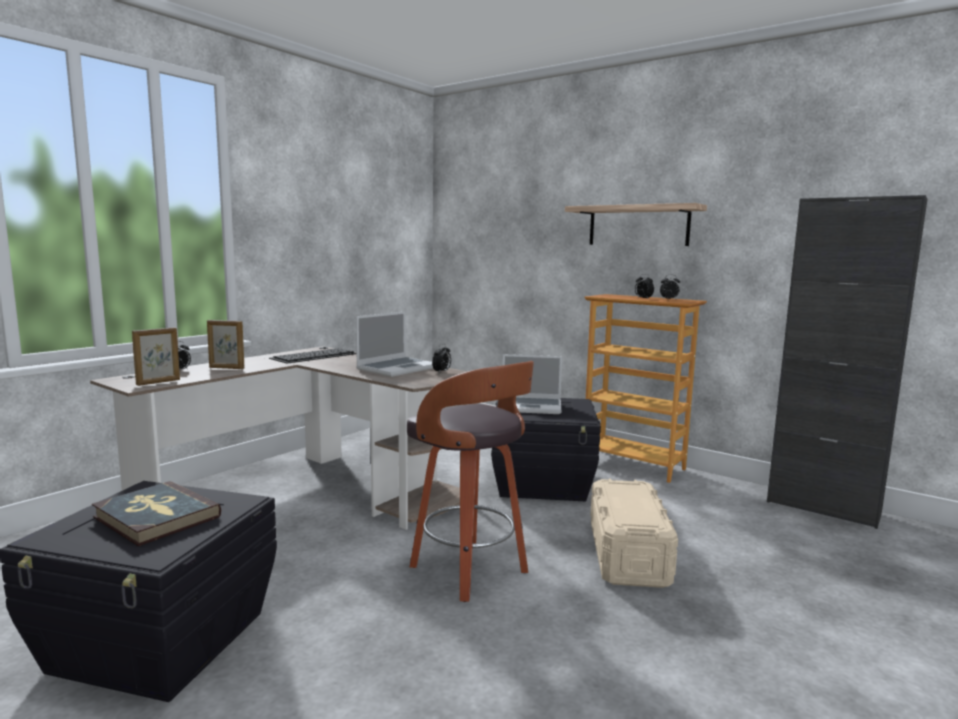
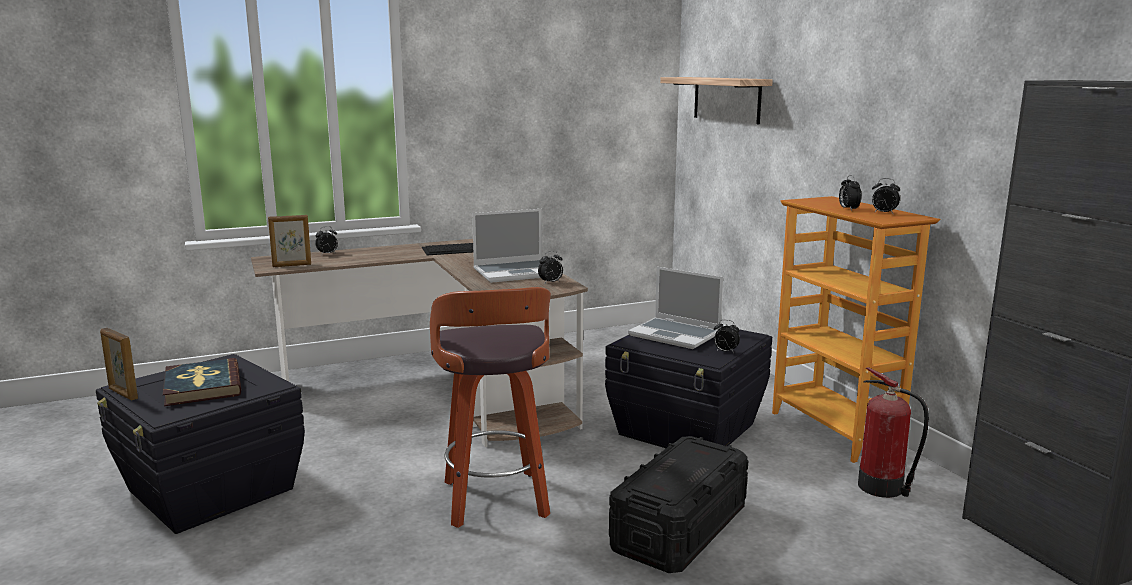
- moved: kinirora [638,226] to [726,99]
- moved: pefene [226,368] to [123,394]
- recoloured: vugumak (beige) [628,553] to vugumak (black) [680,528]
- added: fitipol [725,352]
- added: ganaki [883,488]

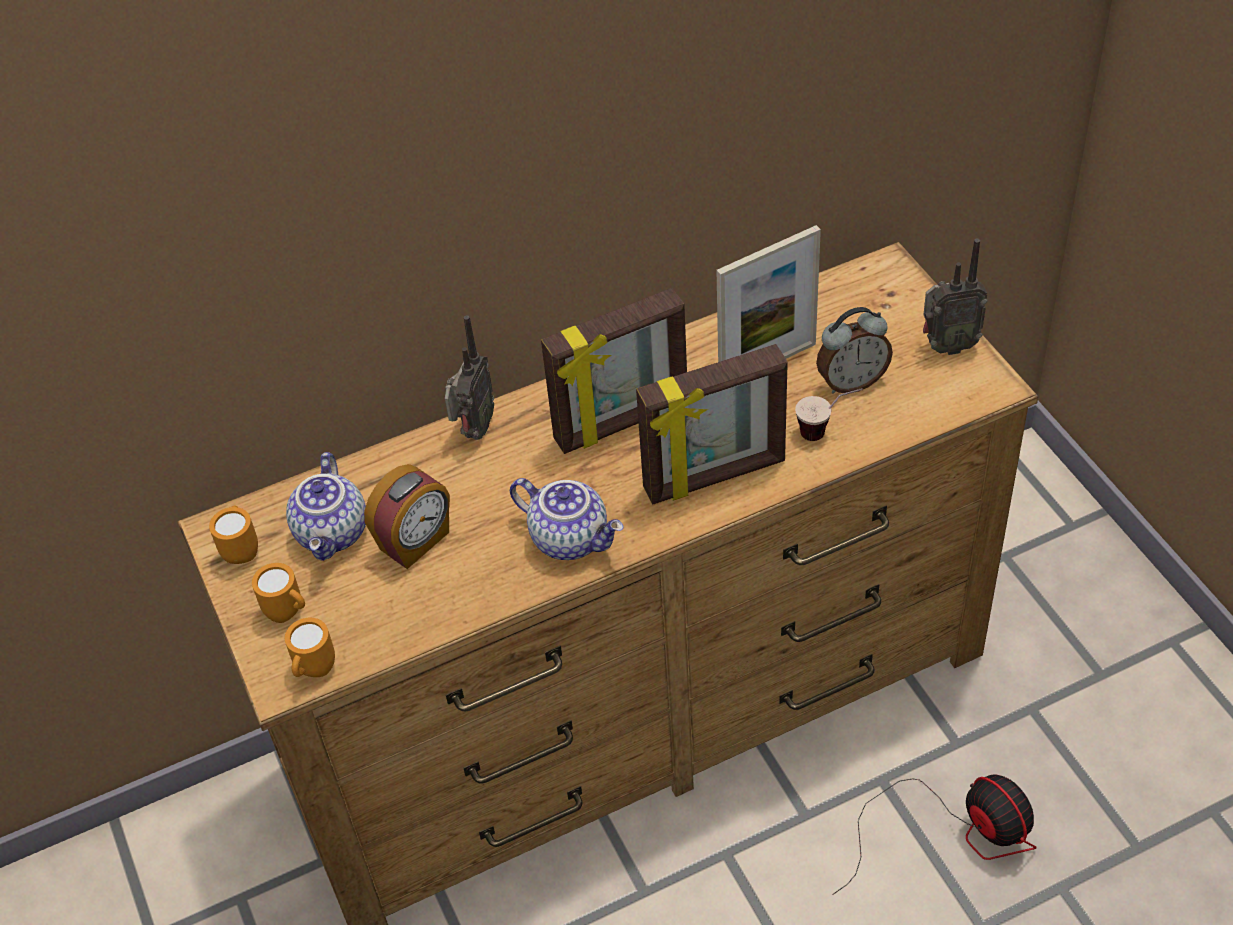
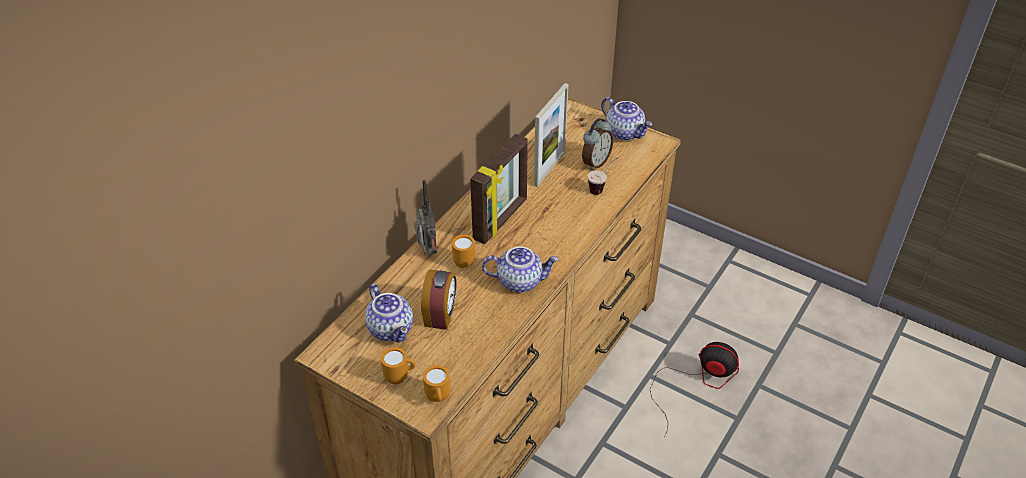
- replaced: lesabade [947,346] to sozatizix [625,132]
- removed: pefene [715,477]
- moved: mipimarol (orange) [242,550] to [462,261]

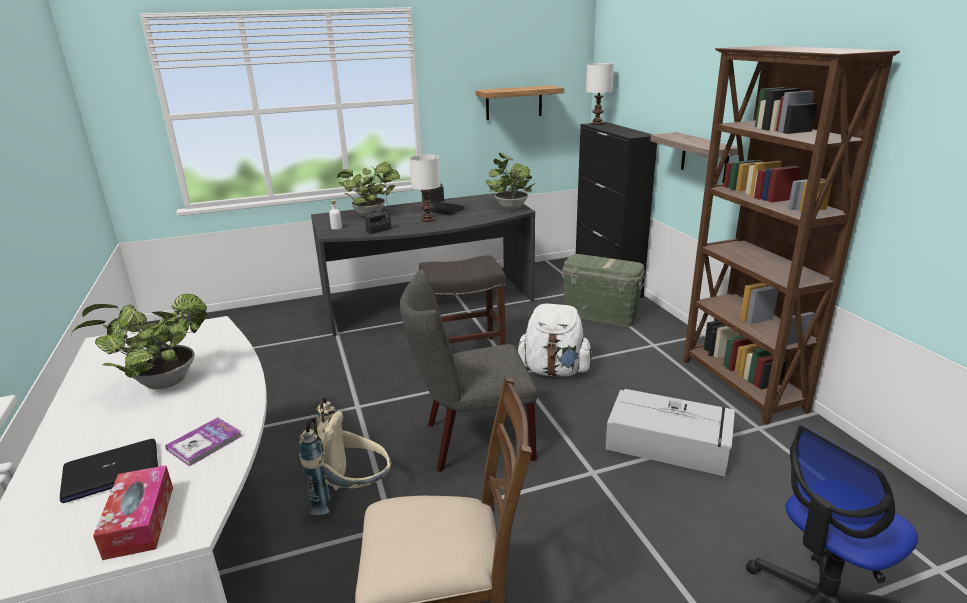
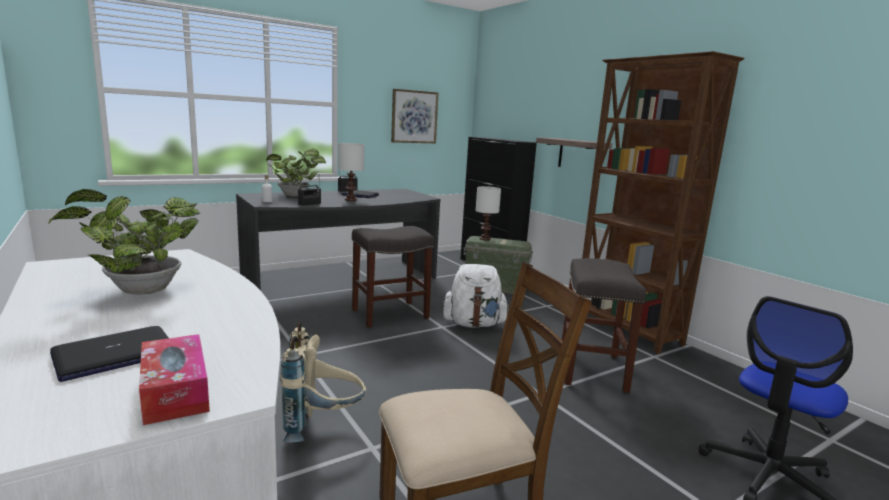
- moved: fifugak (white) [597,123] to [485,239]
- replaced: kinirora [514,102] to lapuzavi [414,117]
- removed: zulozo [510,207]
- removed: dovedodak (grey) [471,441]
- replaced: vugumak (grey) [670,443] to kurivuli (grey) [593,370]
- removed: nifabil [205,443]

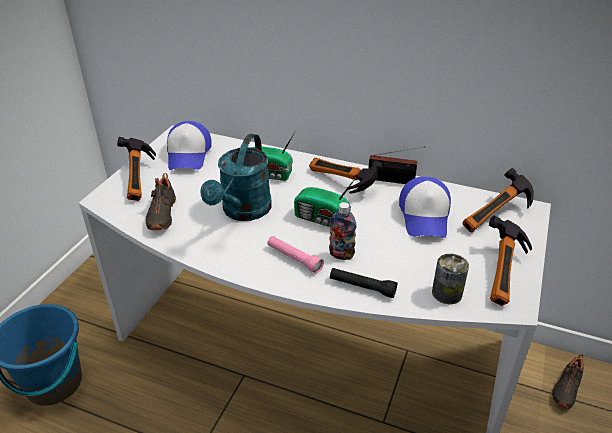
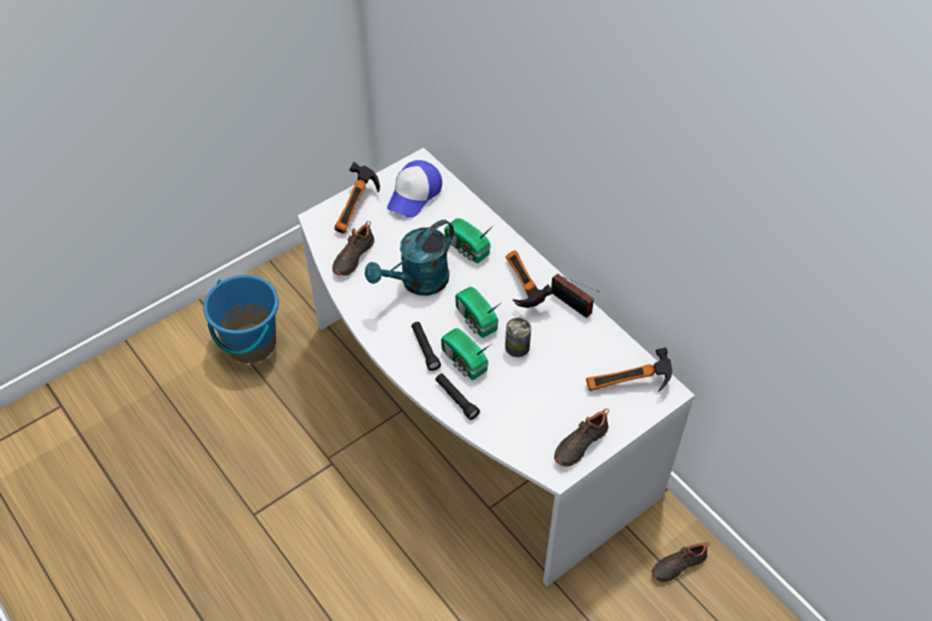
- removed: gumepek [425,216]
- replaced: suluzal [341,255] to lesabade [464,362]
- replaced: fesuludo [506,275] to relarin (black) [579,443]
- recoloured: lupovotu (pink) [294,259] to lupovotu (black) [425,349]
- moved: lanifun [447,293] to [517,347]

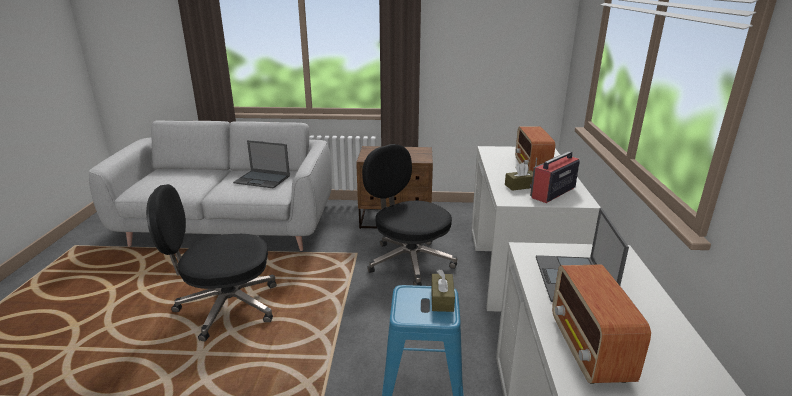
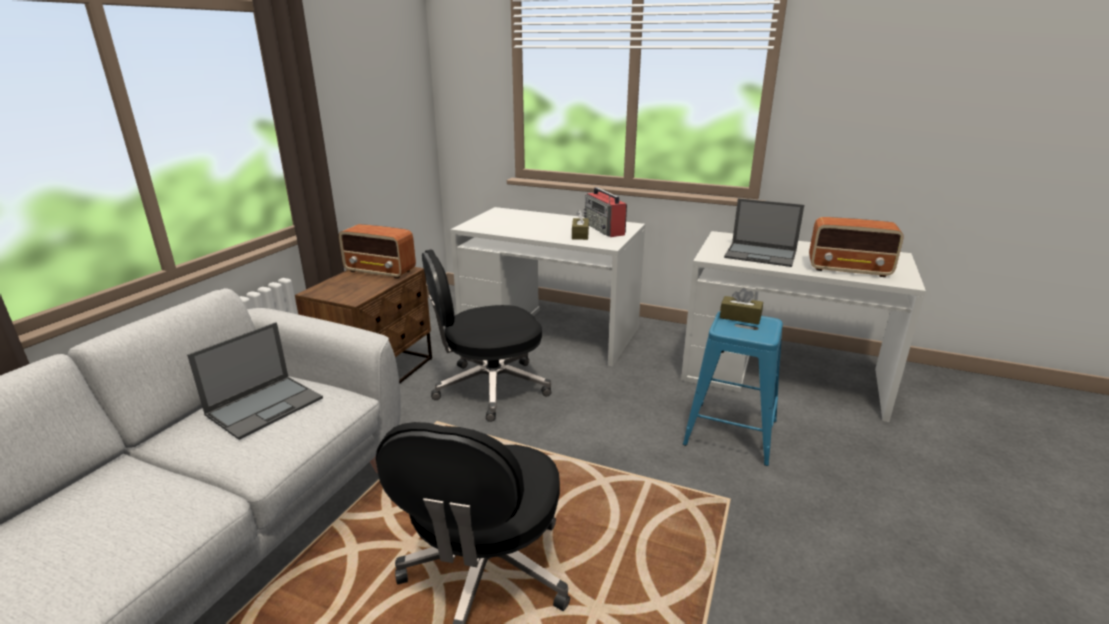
- moved: lesabade [531,167] to [381,271]

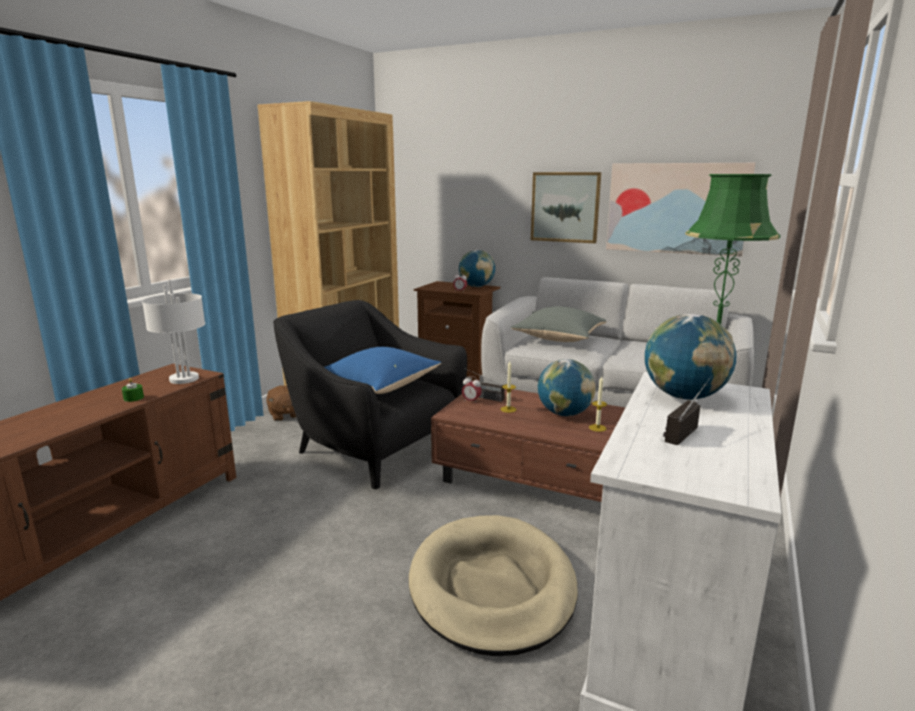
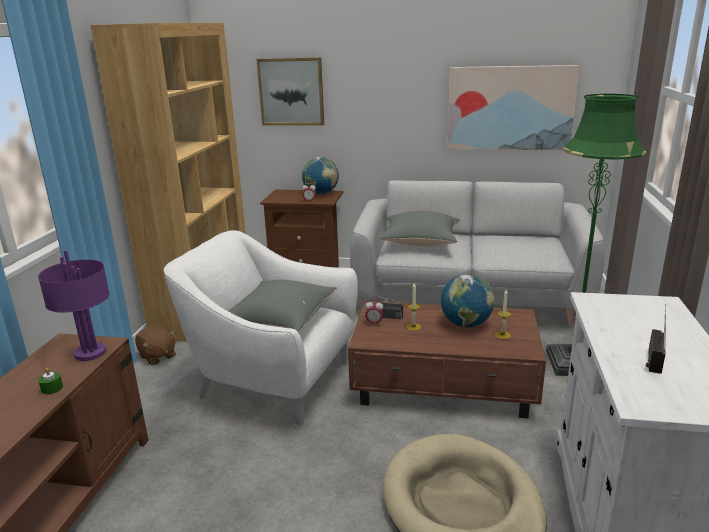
- moved: lapuzavi [565,207] to [291,92]
- recoloured: fifugak (white) [185,379] to fifugak (purple) [91,353]
- recoloured: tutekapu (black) [373,449] to tutekapu (white) [273,380]
- removed: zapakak [684,397]
- recoloured: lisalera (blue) [379,387] to lisalera (grey) [281,322]

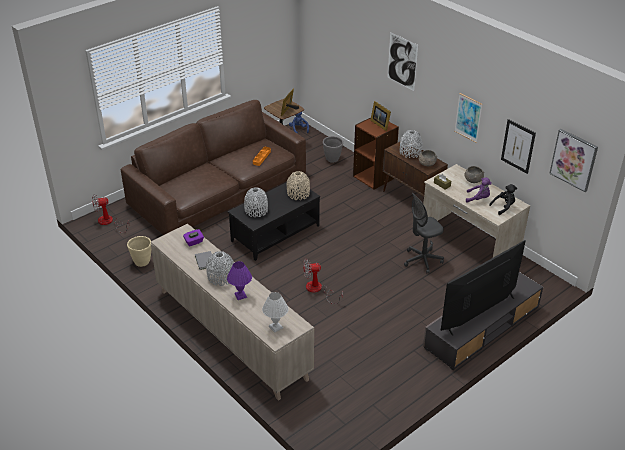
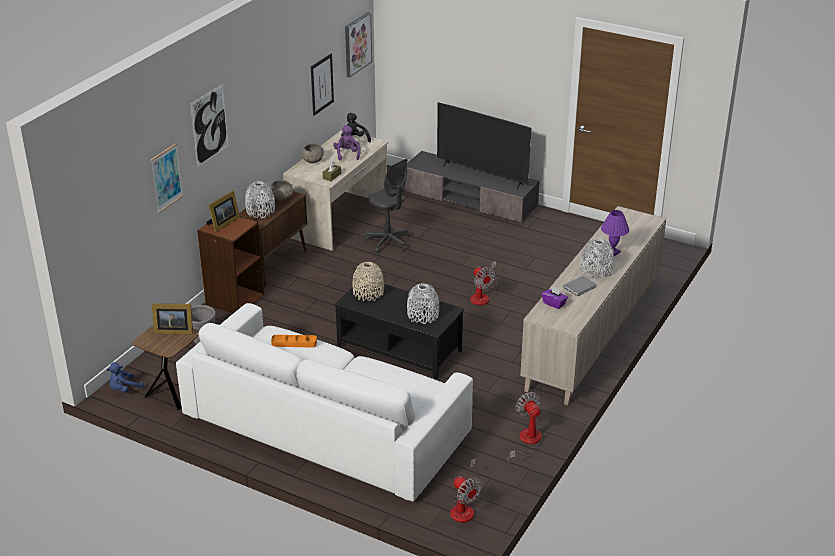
- moved: lapuzavi [468,117] to [166,178]
- recoloured: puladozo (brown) [219,190] to puladozo (white) [327,423]
- replaced: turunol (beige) [142,262] to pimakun [527,442]
- removed: fifugak (white) [276,327]

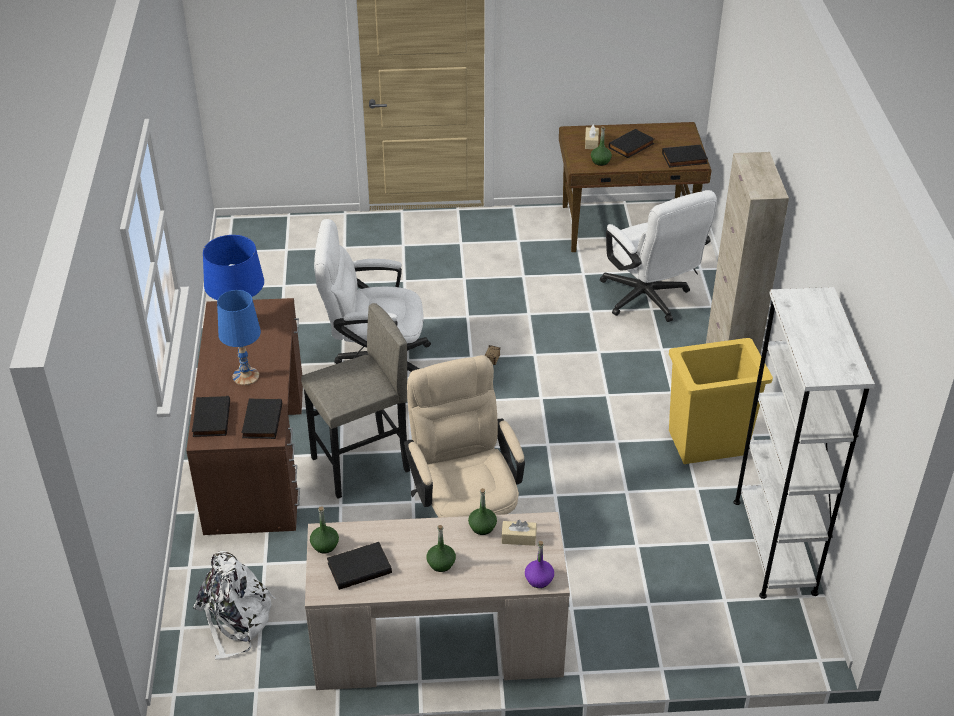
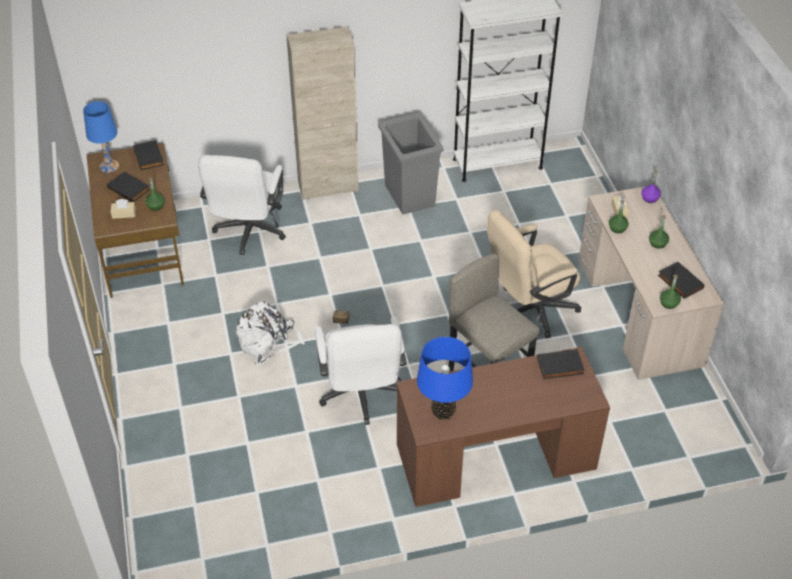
- turned: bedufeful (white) [649,300] = [249,233] 135 degrees clockwise
- moved: fifugak (blue) [246,376] to [109,166]
- recoloured: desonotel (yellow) [708,443] to desonotel (grey) [410,195]
- removed: nifabil (black) [210,419]
- moved: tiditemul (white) [235,619] to [268,343]

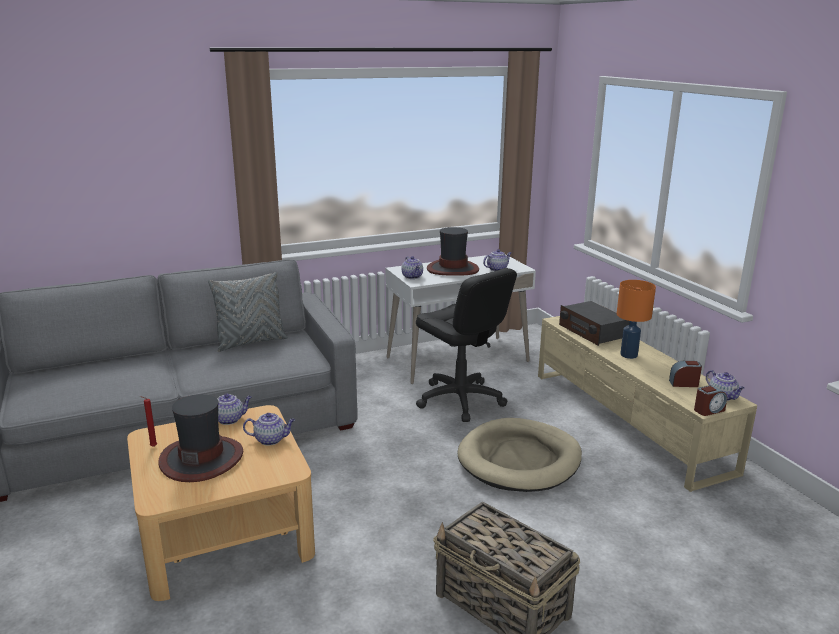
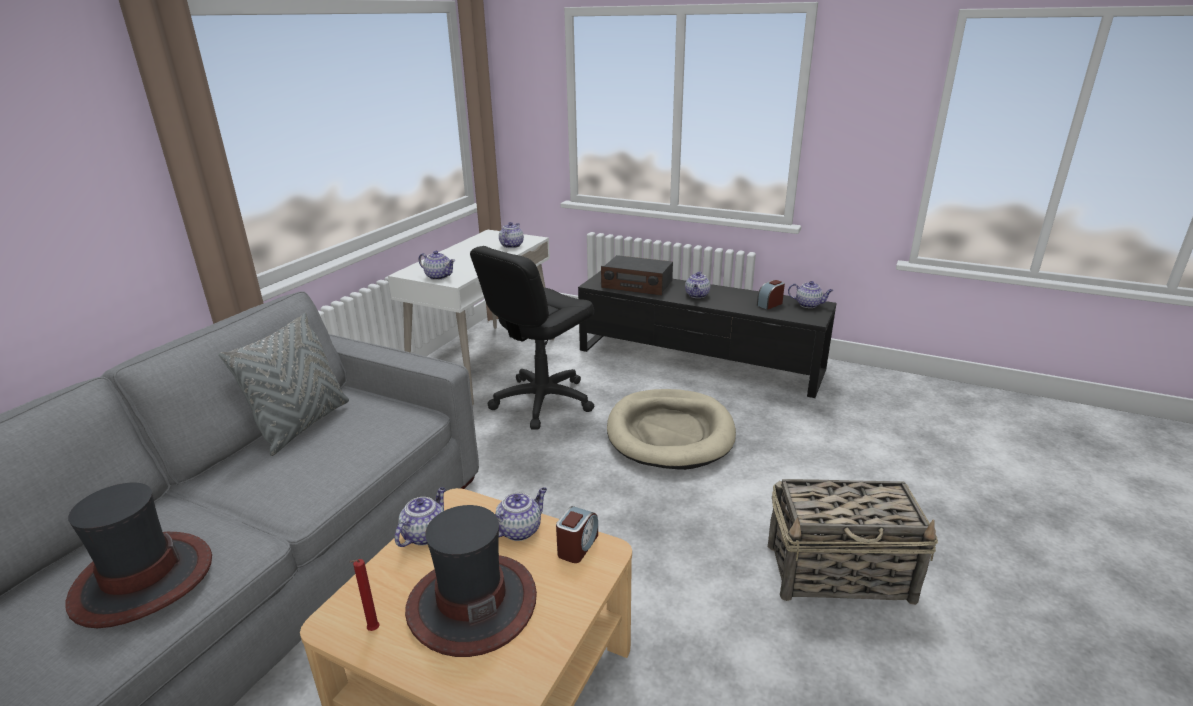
- moved: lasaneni [452,269] to [142,580]
- turned: bedufeful (black) [460,400] = [542,401] 120 degrees clockwise
- replaced: fifugak (orange) [629,355] to sozatizix [697,295]
- recoloured: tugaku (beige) [628,420] to tugaku (black) [699,360]
- moved: fitipol [708,410] to [577,546]

